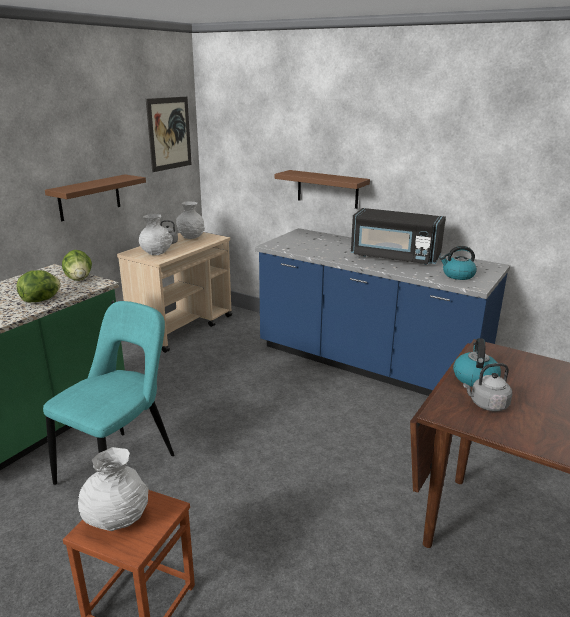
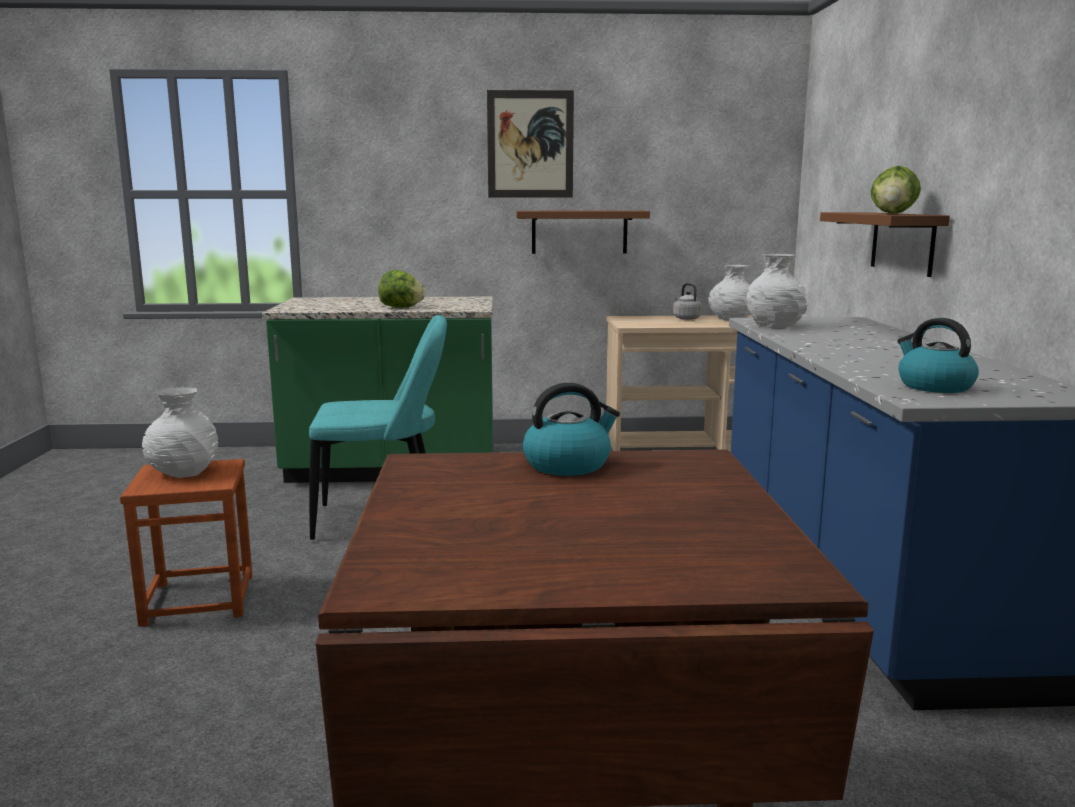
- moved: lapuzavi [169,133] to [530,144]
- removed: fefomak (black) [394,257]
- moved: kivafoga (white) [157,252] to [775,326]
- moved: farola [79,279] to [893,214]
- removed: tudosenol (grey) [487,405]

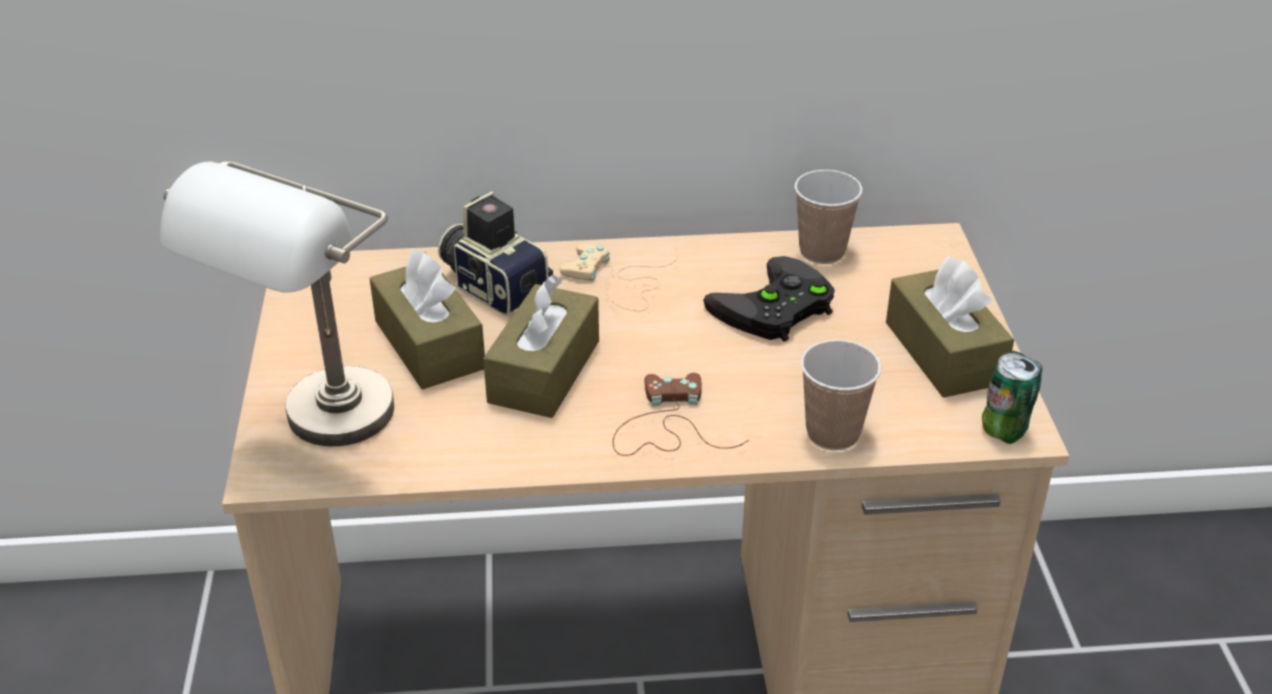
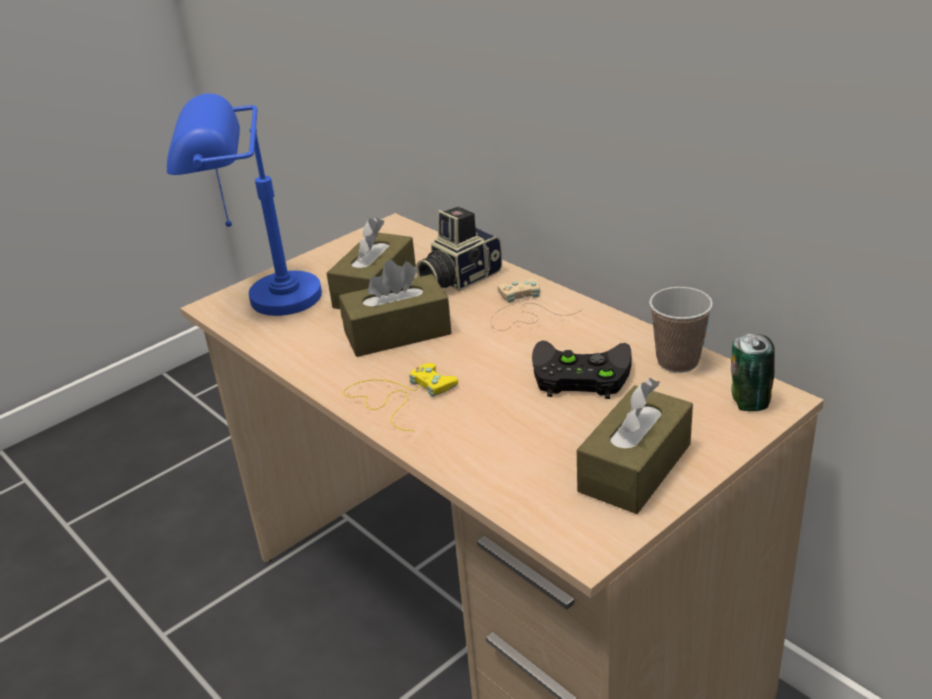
- recoloured: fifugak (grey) [320,434] to fifugak (blue) [260,302]
- turned: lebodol [495,285] = [458,278] 135 degrees counterclockwise
- removed: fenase [833,433]
- moved: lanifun [1003,431] to [748,402]
- recoloured: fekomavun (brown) [667,425] to fekomavun (yellow) [399,397]

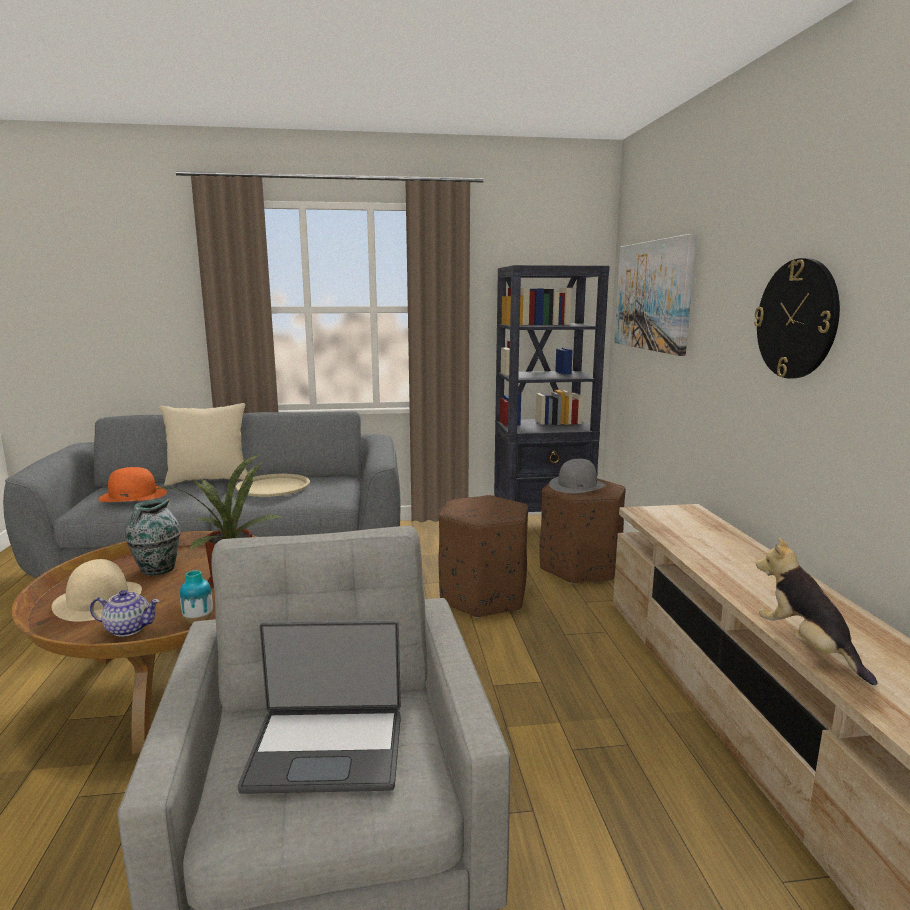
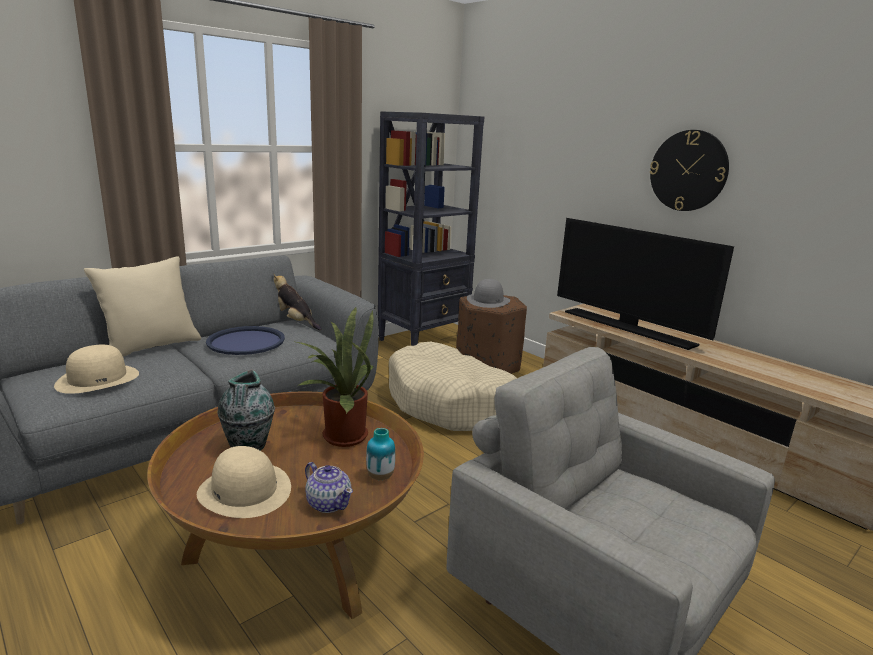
- removed: lapuzavi [652,295]
- recoloured: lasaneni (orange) [133,495] to lasaneni (beige) [98,379]
- recoloured: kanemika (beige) [273,486] to kanemika (blue) [246,341]
- replaced: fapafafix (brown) [482,596] to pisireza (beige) [451,403]
- moved: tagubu [806,647] to [295,322]
- turned: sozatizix [128,628] = [328,503] 75 degrees clockwise
- removed: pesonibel [327,749]
- added: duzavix [628,328]

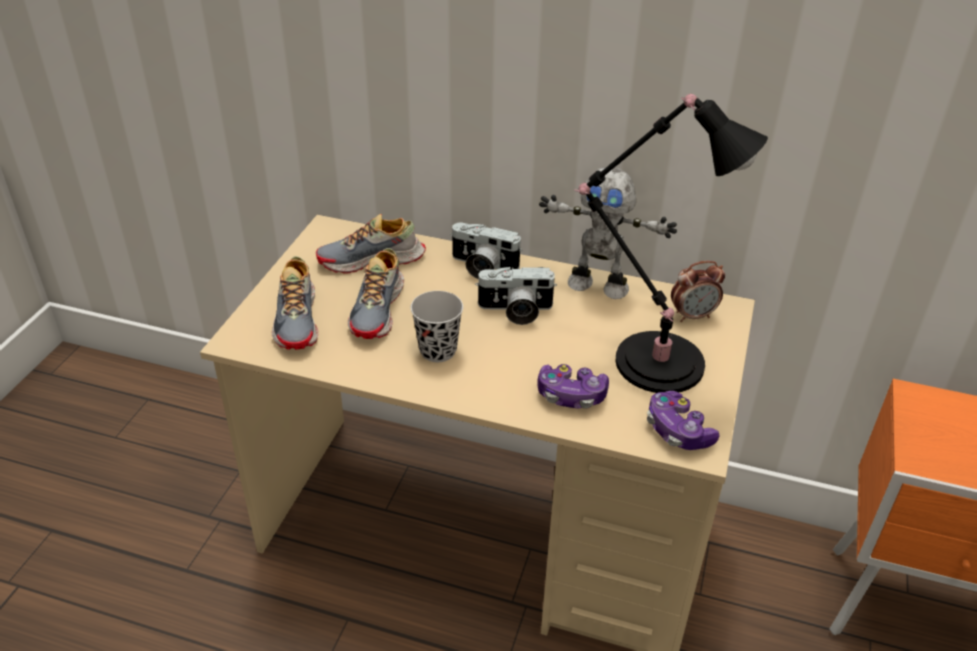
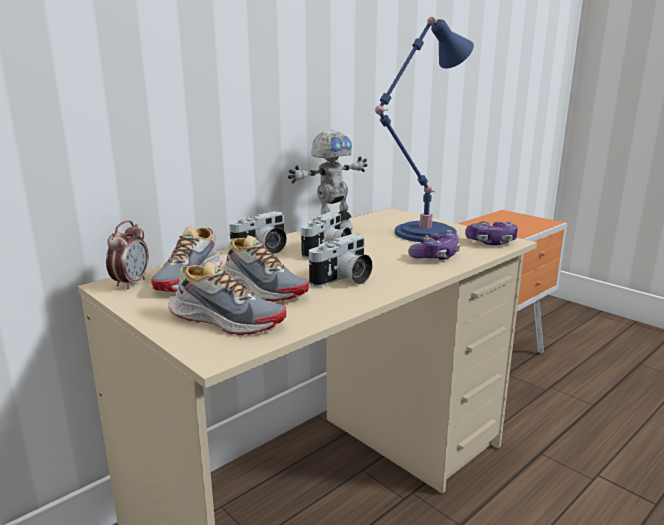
- recoloured: fifugak (black) [652,360] to fifugak (blue) [420,234]
- moved: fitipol [693,316] to [131,283]
- replaced: fenase (black) [438,351] to lebodol [343,280]

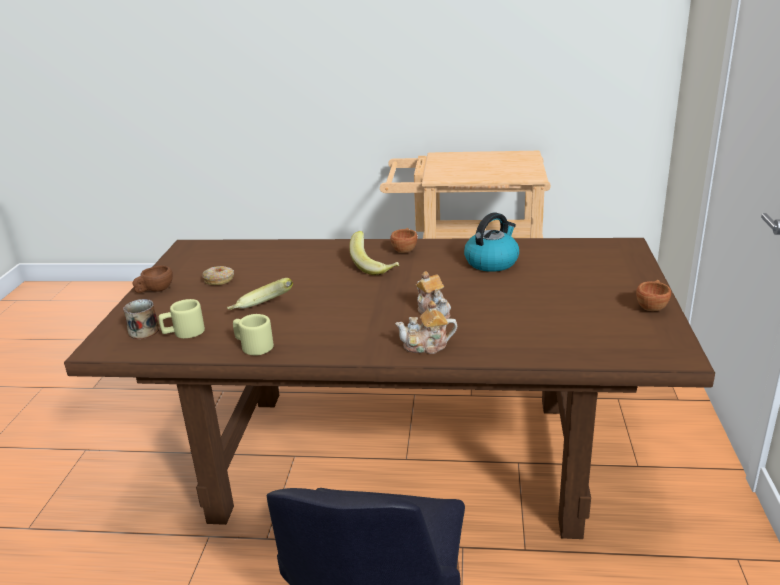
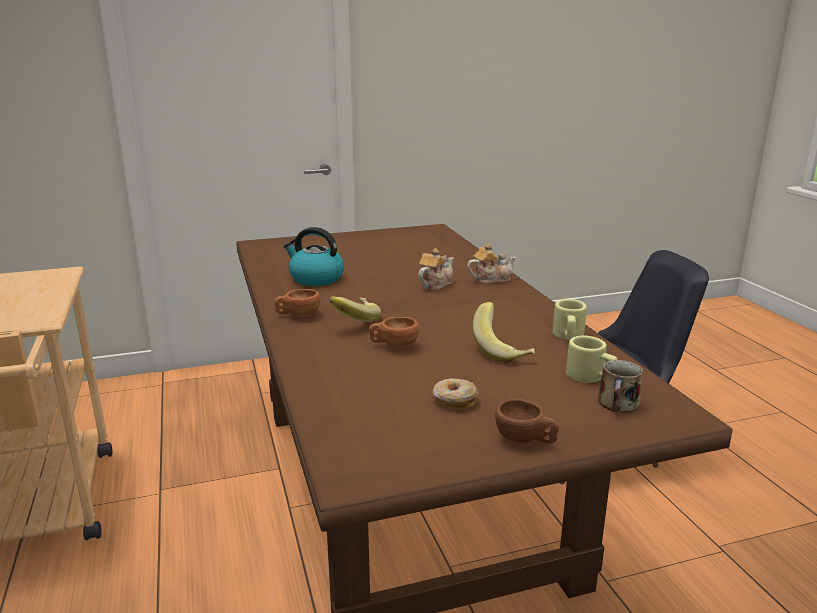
- moved: fenase (brown) [652,306] to [394,346]
- turned: sozatizix [426,346] = [490,279] 75 degrees counterclockwise

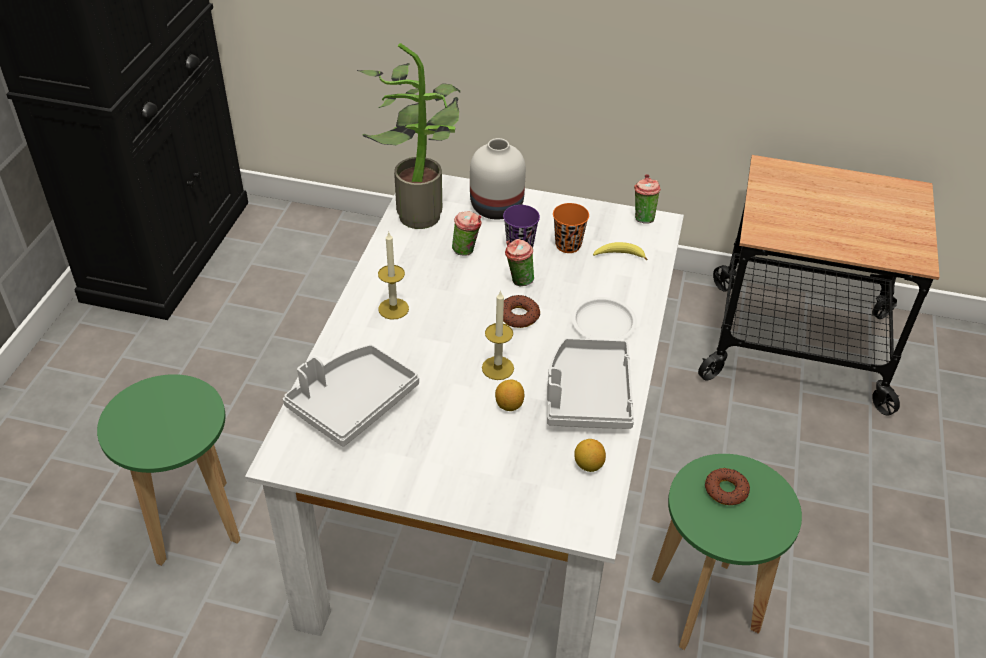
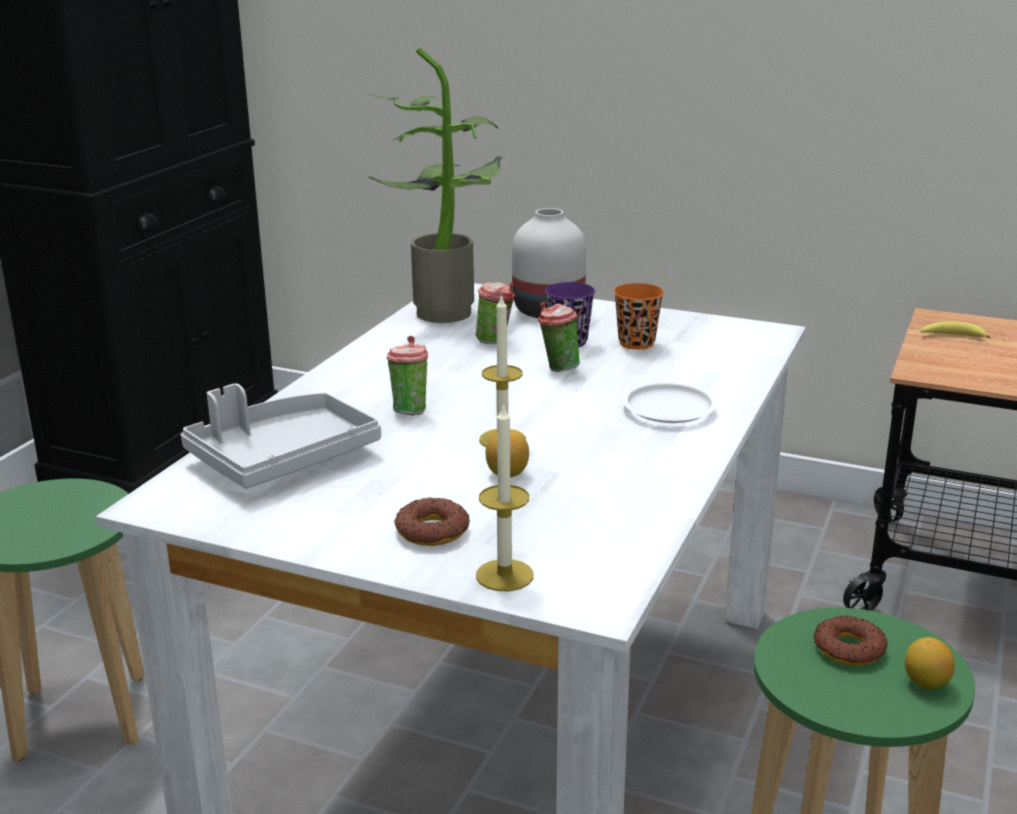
- moved: fenase [642,217] to [409,410]
- moved: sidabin [393,308] to [504,575]
- moved: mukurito [619,255] to [952,336]
- moved: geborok [518,316] to [431,531]
- removed: kanemika (grey) [587,394]
- moved: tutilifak [588,465] to [926,683]

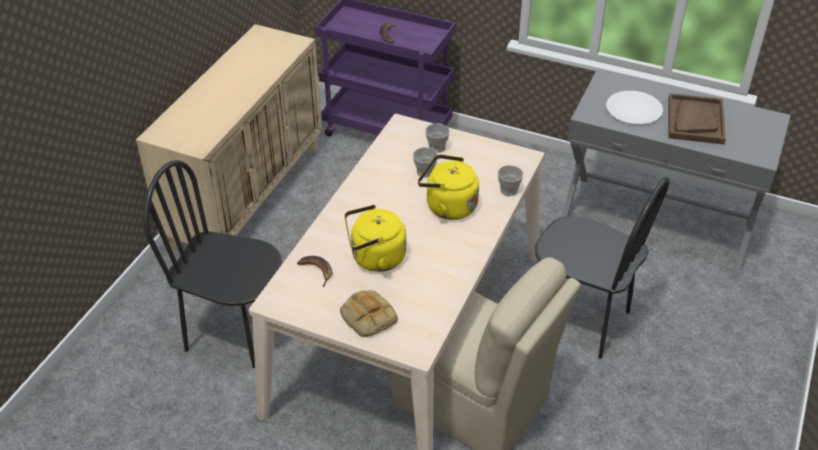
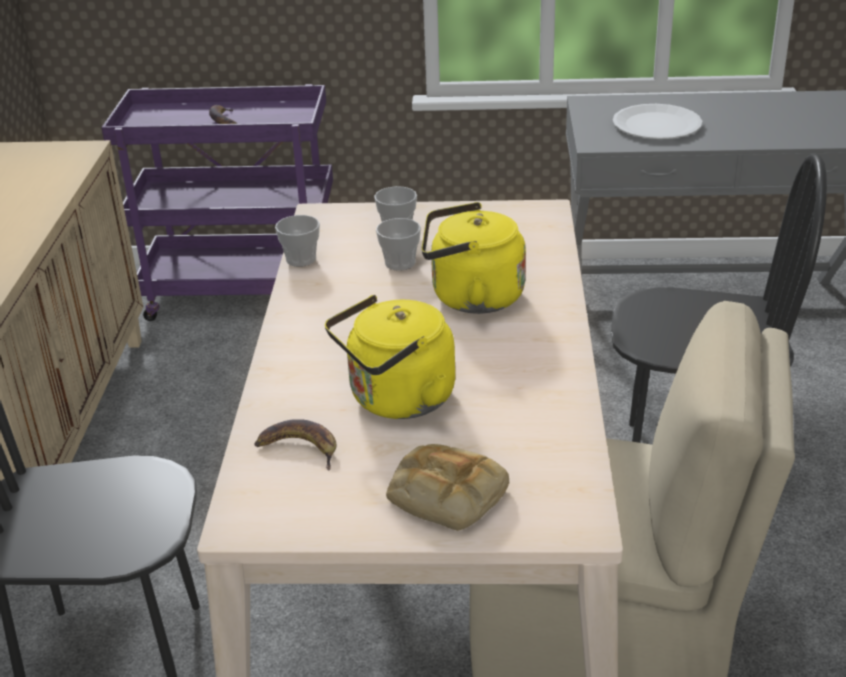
- removed: kanemika (brown) [695,120]
- moved: fenase [508,190] to [301,259]

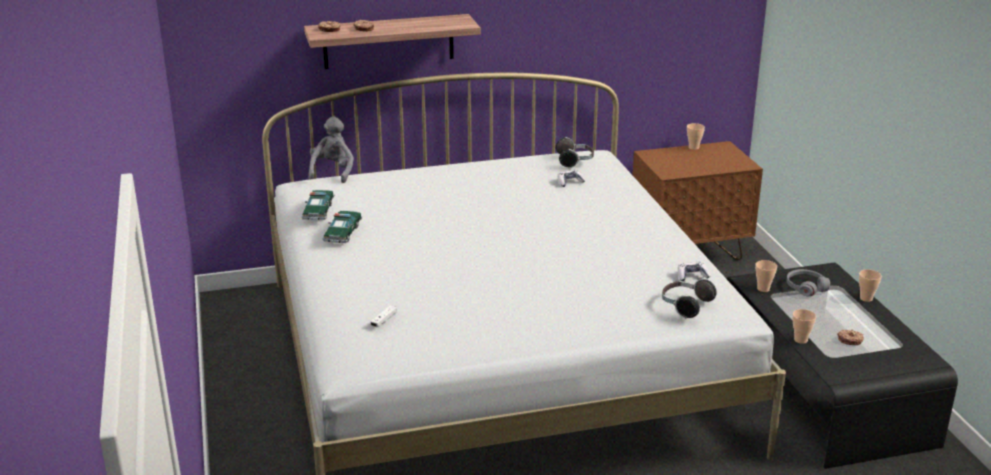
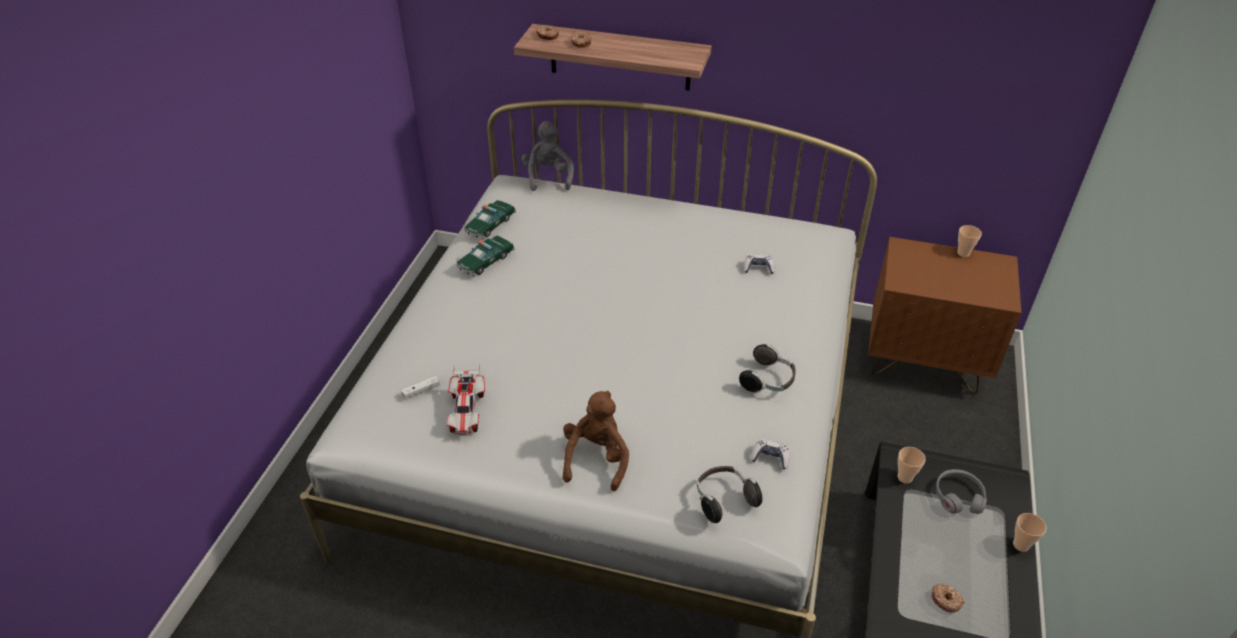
- turned: tagubu (grey) [333,172] = [548,177] 45 degrees counterclockwise
- moved: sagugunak [575,161] to [768,381]
- removed: fenase [800,340]
- added: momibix [467,411]
- added: tagubu (brown) [596,459]

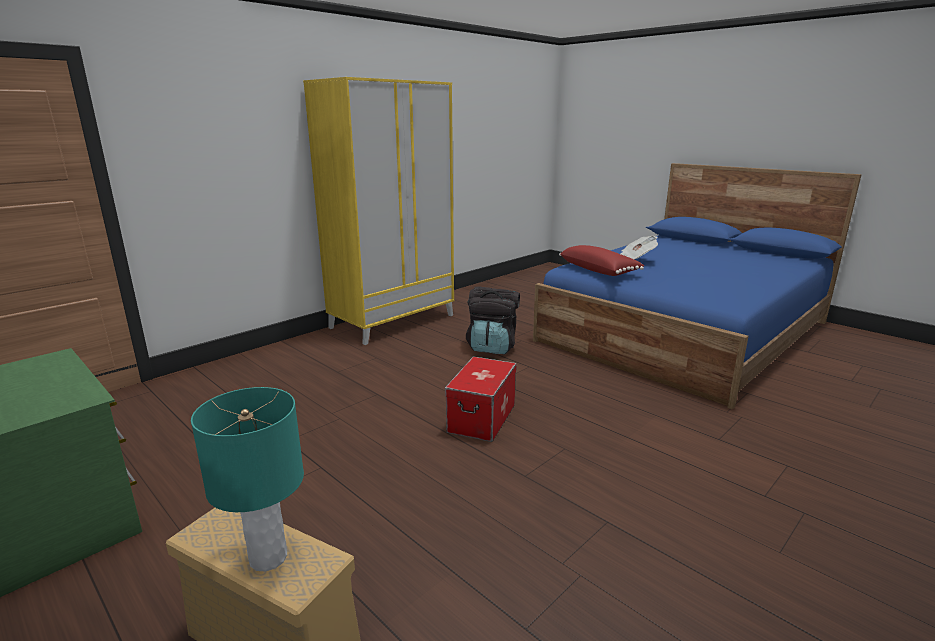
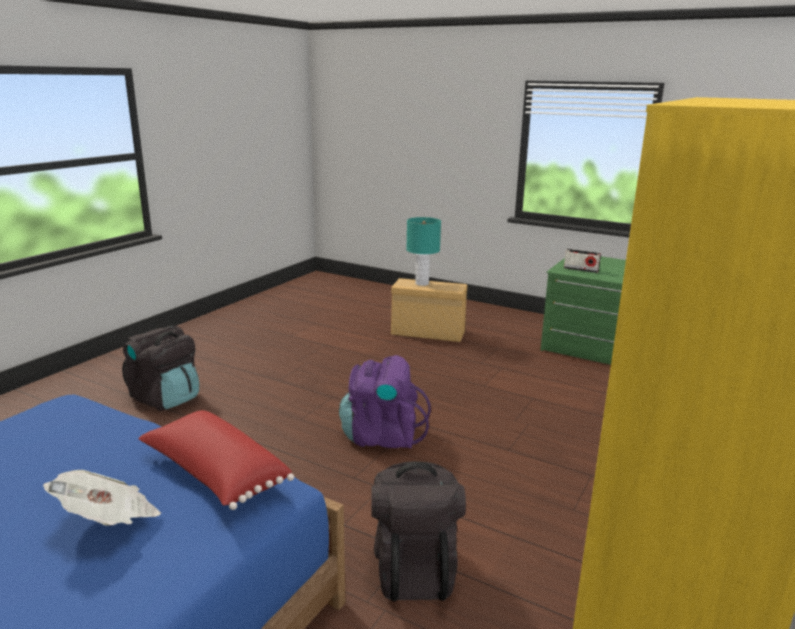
- replaced: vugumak [481,418] to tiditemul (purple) [382,436]
- added: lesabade [581,270]
- added: tiditemul (black) [166,398]

